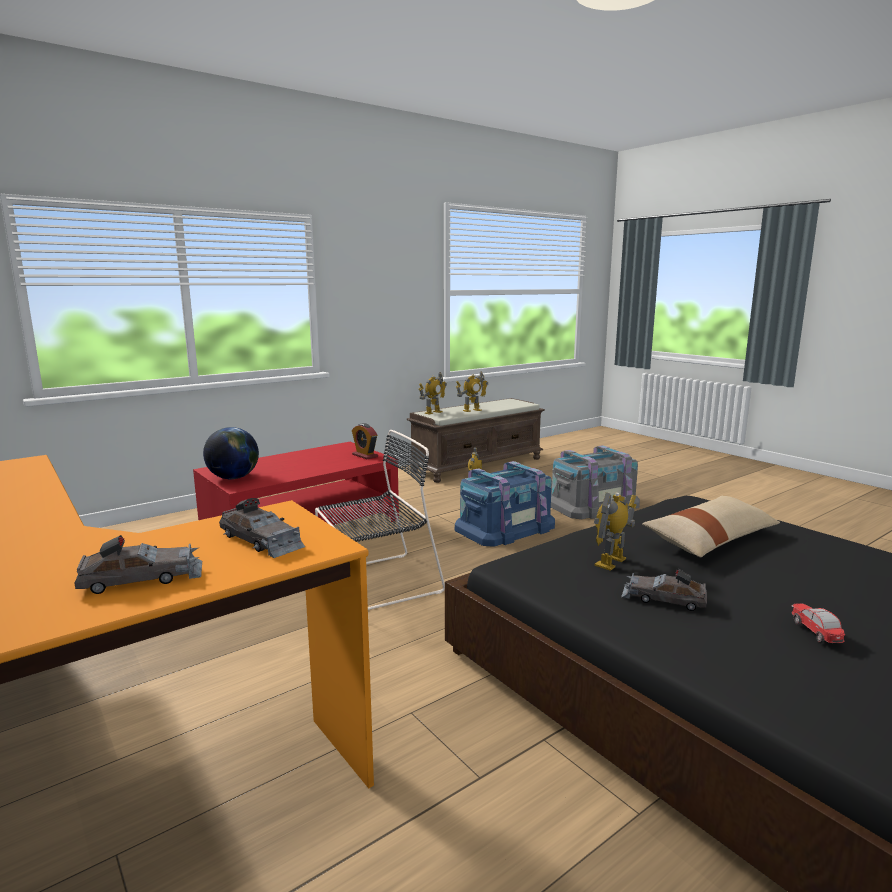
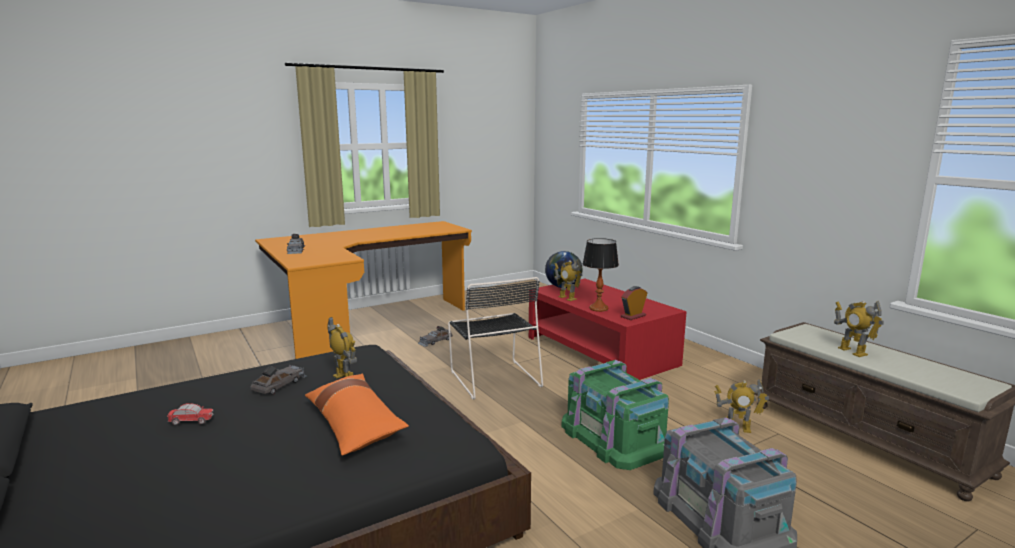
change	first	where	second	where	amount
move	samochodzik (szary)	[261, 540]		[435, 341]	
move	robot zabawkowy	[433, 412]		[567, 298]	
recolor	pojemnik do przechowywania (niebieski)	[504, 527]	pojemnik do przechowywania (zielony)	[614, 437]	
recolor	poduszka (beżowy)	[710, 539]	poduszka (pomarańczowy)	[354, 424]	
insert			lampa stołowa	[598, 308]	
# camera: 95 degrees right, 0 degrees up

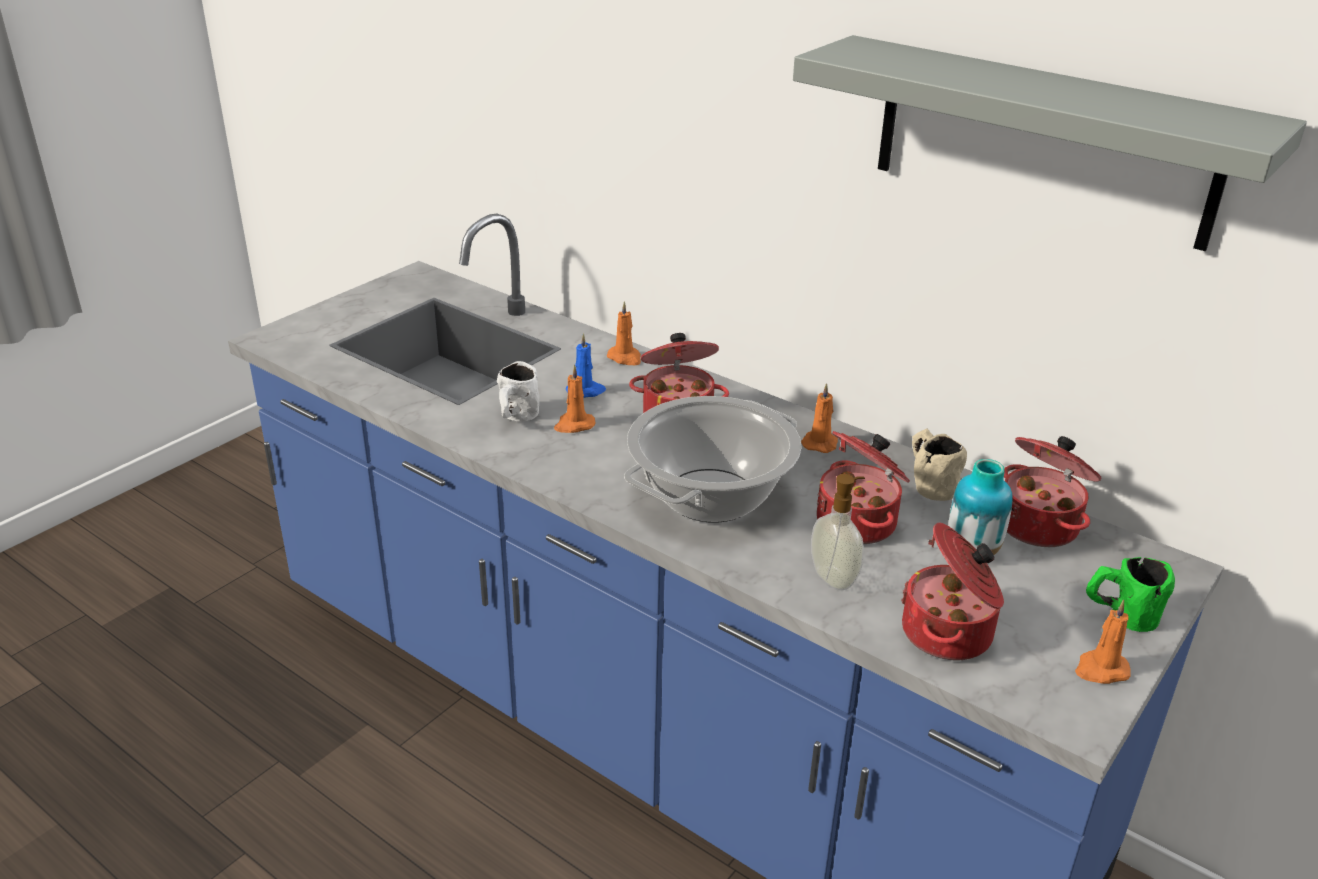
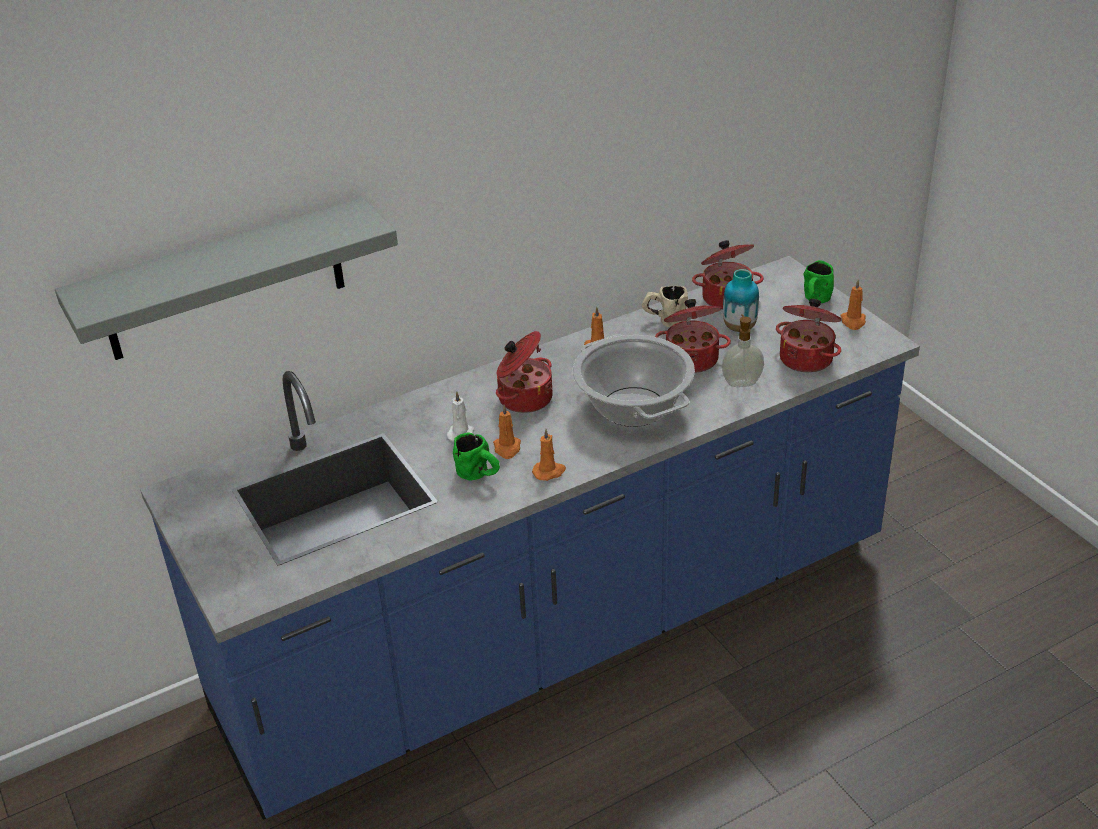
change	first	where	second	where	amount
recolor	kubek (biały)	[516, 419]	kubek (zielony)	[480, 475]	
recolor	świeca (niebieski)	[586, 391]	świeca (biały)	[461, 433]	
move	świeca (pomarańczowy)	[625, 358]		[549, 472]	
move	półka (szary)	[1043, 141]		[224, 281]	
# camera: 65 degrees left, 5 degrees up

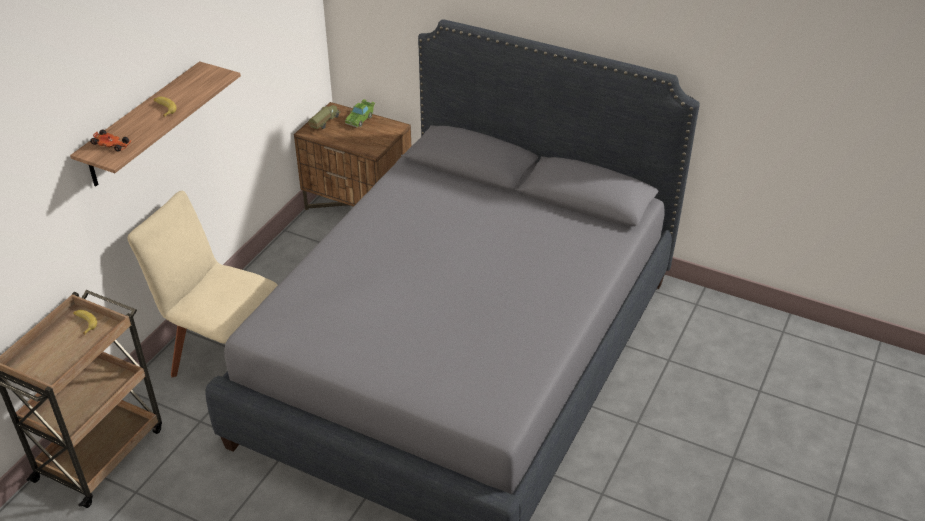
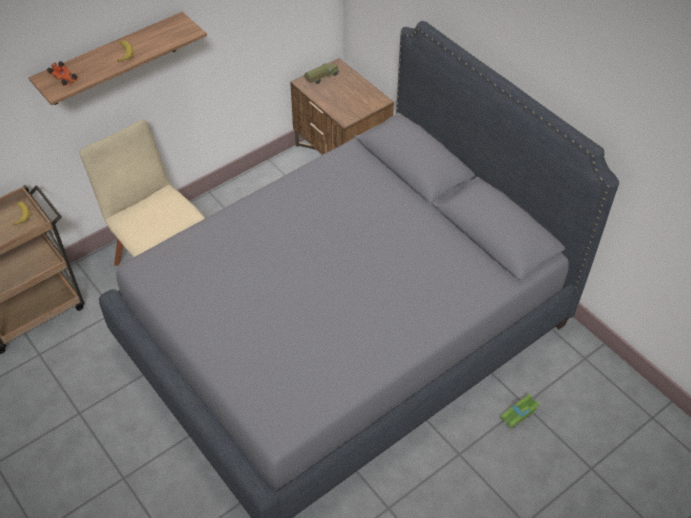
change	first	where	second	where	amount
move	samochodzik (zielony)	[360, 119]		[518, 415]	
# camera: 25 degrees right, 10 degrees up

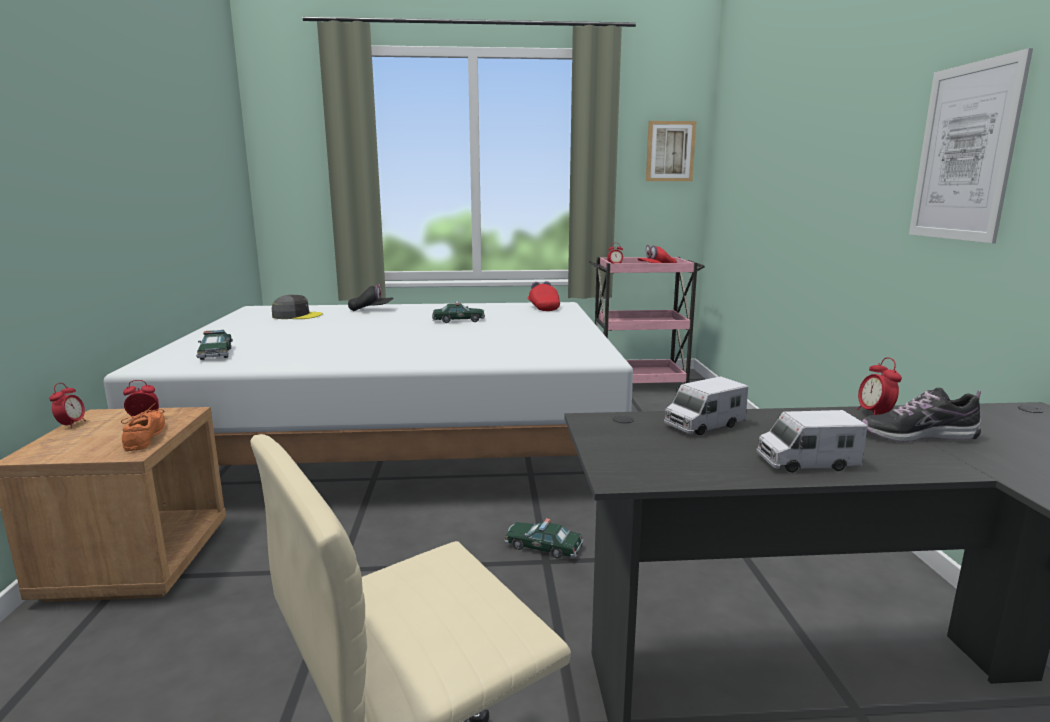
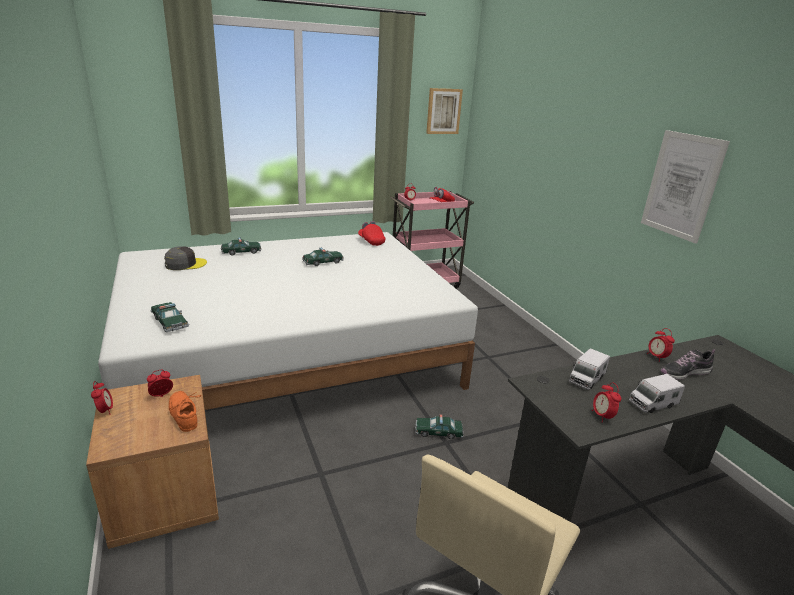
change	first	where	second	where	amount
replace	czapka z daszkiem (czarny)	[371, 310]	samochodzik	[241, 252]	
insert			budzik	[602, 416]	
# camera: 20 degrees left, 10 degrees up

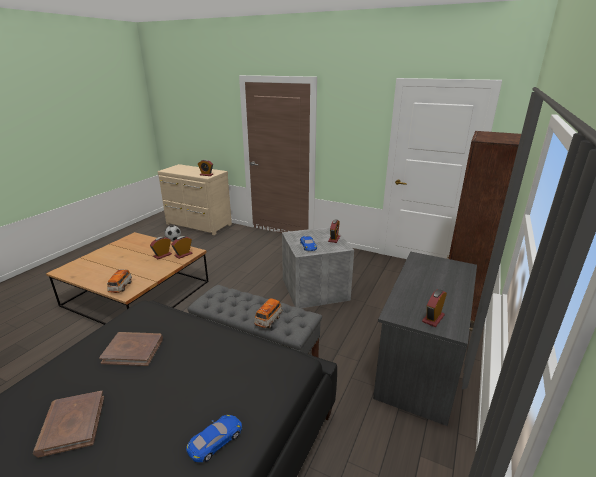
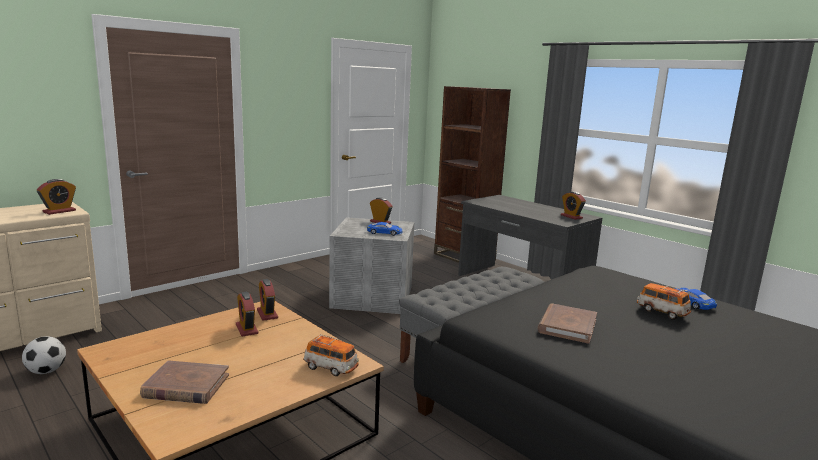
change	first	where	second	where	amount
move	książka (brązowy)	[72, 425]		[186, 386]	
move	samochodzik	[268, 320]		[662, 312]	
# camera: 70 degrees left, 10 degrees down

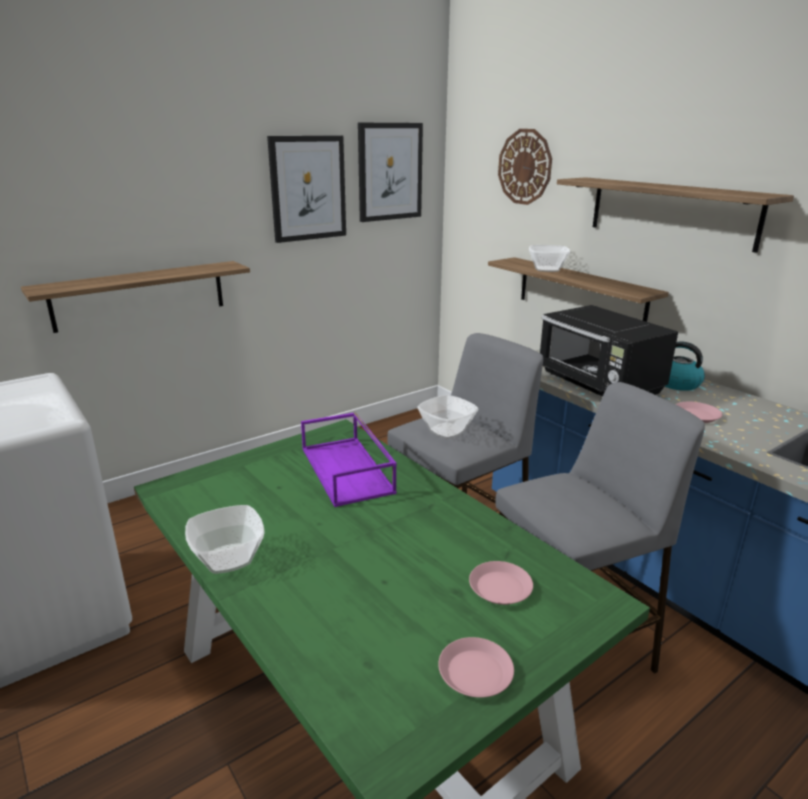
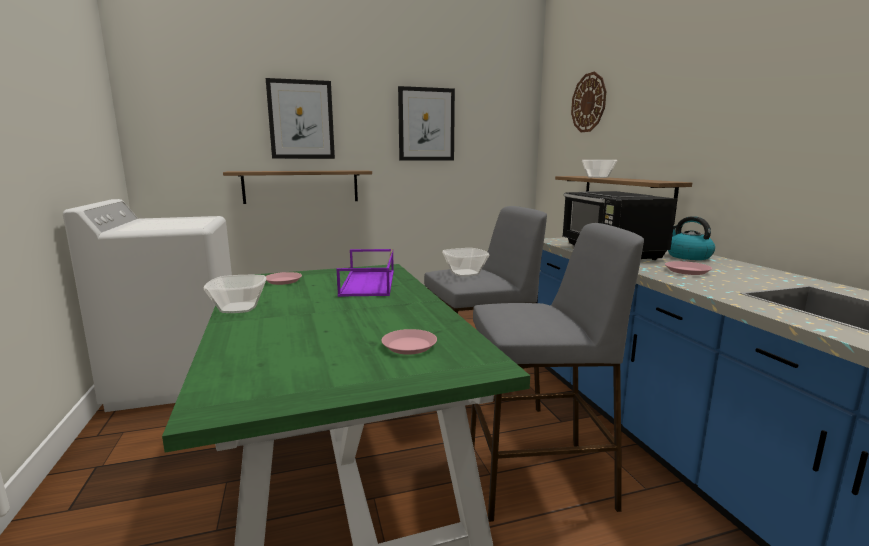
change	first	where	second	where	amount
move	obraz	[390, 172]		[301, 120]	
move	talerz (różowy)	[475, 673]		[283, 281]	
delete	półka	[671, 212]			
# camera: 20 degrees right, 10 degrees down

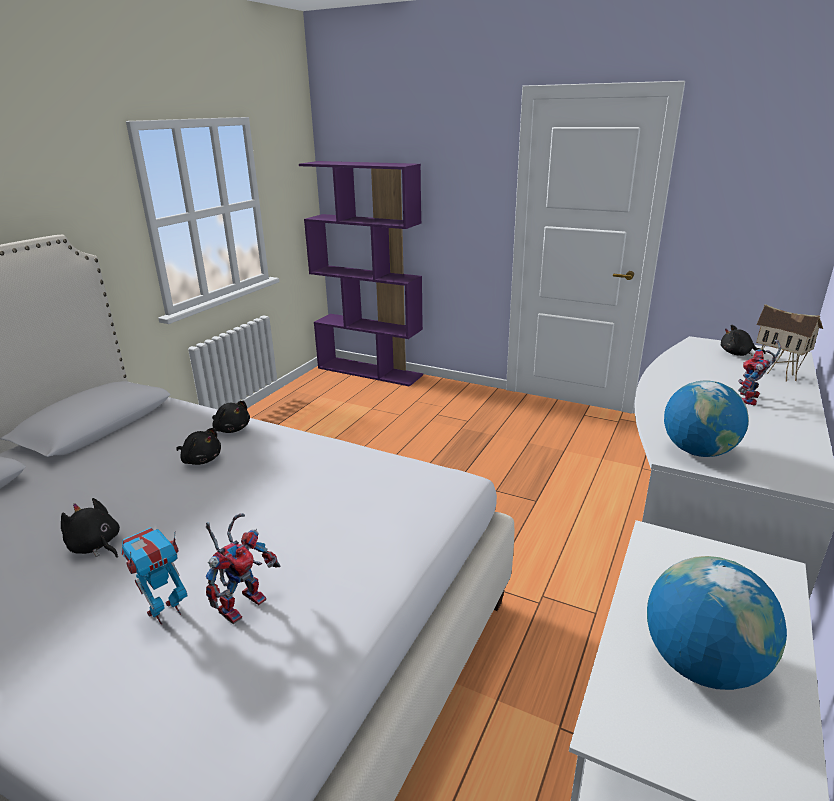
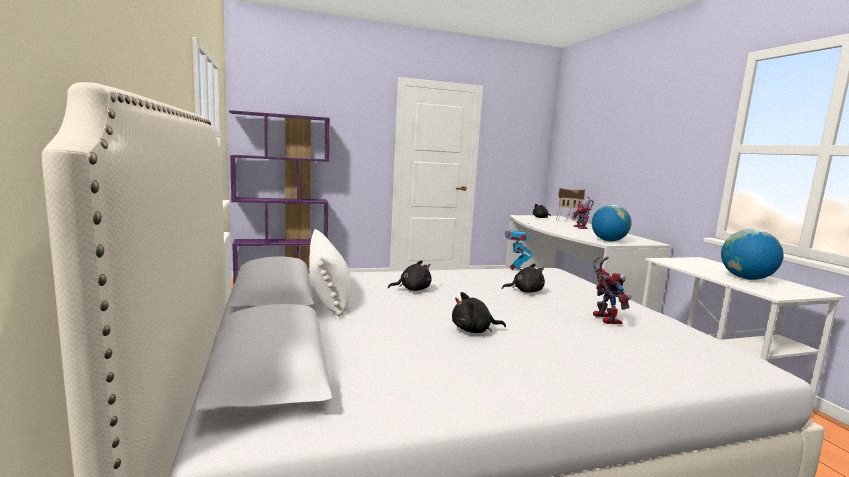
change	first	where	second	where	amount
move	robot zabawkowy	[165, 612]		[515, 268]	
move	pluszak (czarny)	[231, 429]		[525, 291]	
insert			poduszka (biały)	[328, 294]	
# camera: 45 degrees left, 15 degrees down

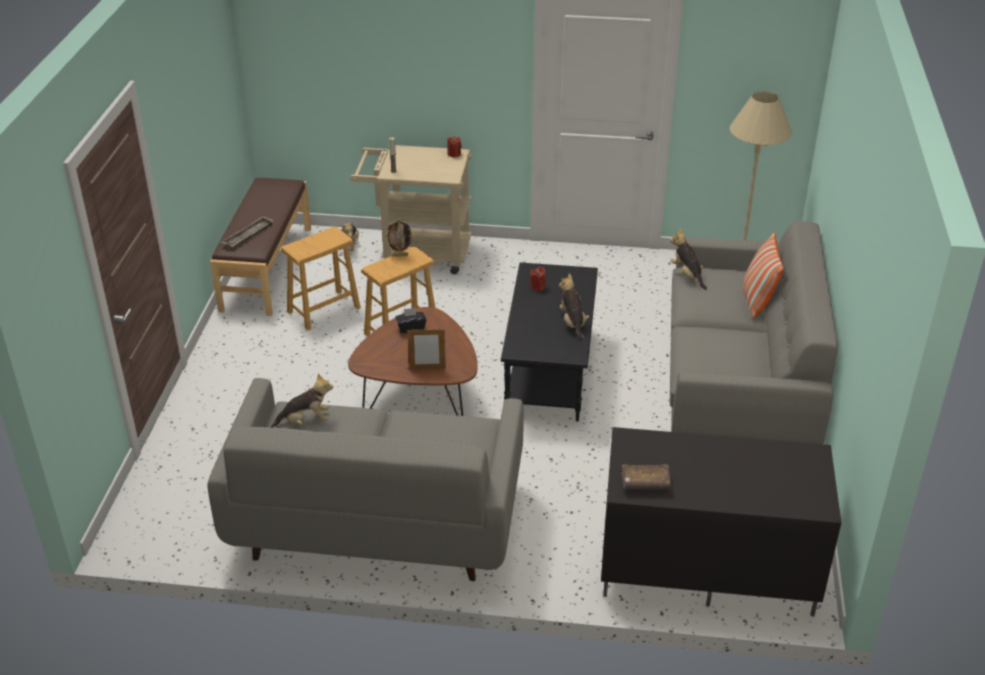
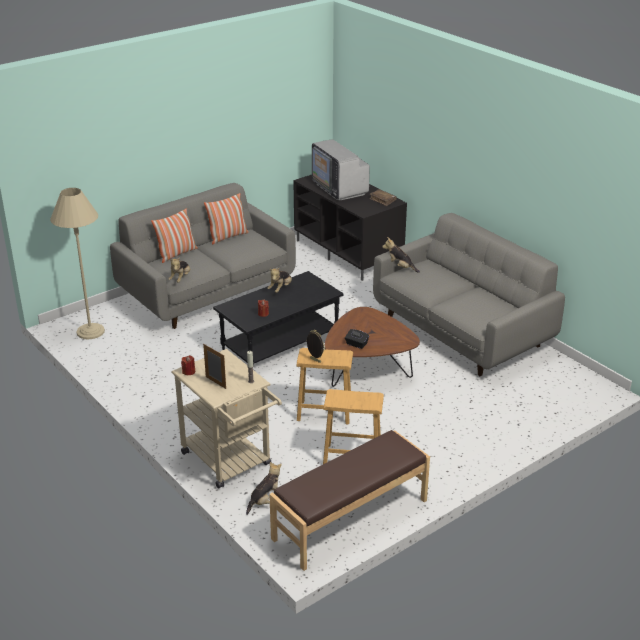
change	first	where	second	where	amount
delete	taca	[248, 235]			
move	pluszak	[305, 421]		[400, 267]	
move	ramka na zdjęcie	[427, 368]		[215, 383]	
insert			poduszka	[228, 237]	
insert			telewizor	[339, 189]	
# camera: 135 degrees left, 5 degrees down

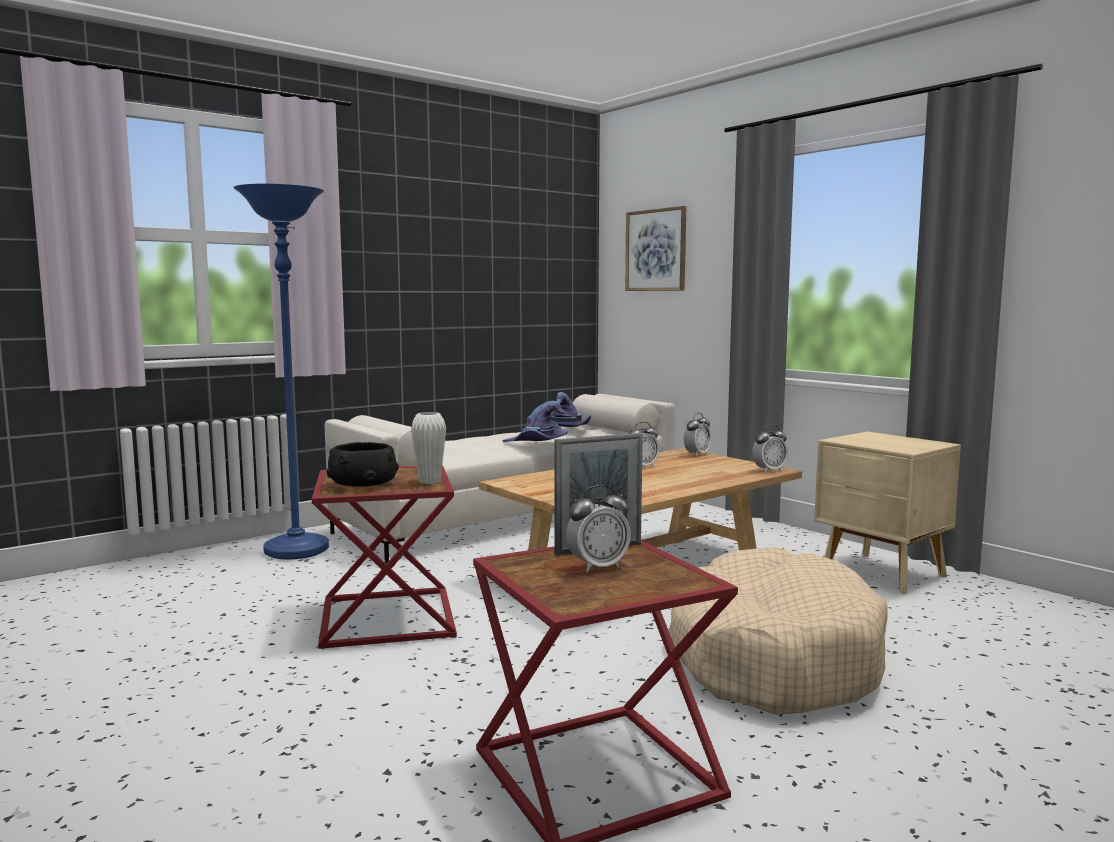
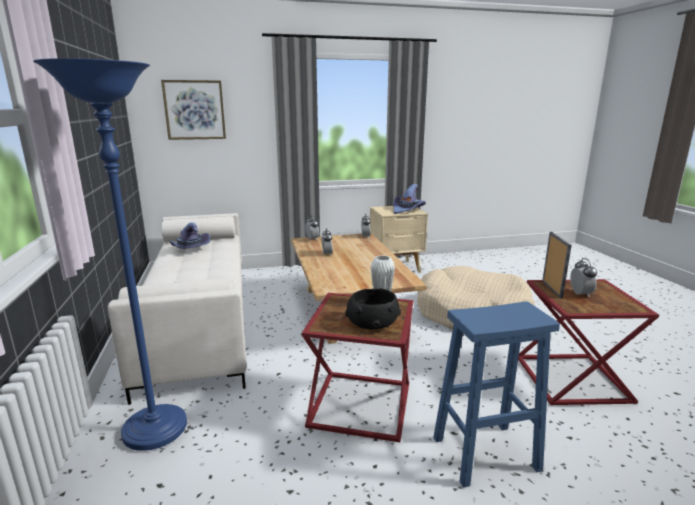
change	first	where	second	where	amount
move	kapelusz (fioletowy)	[537, 444]		[408, 210]	
insert			stołek (niebieski)	[484, 454]	
# camera: 65 degrees left, 10 degrees up

